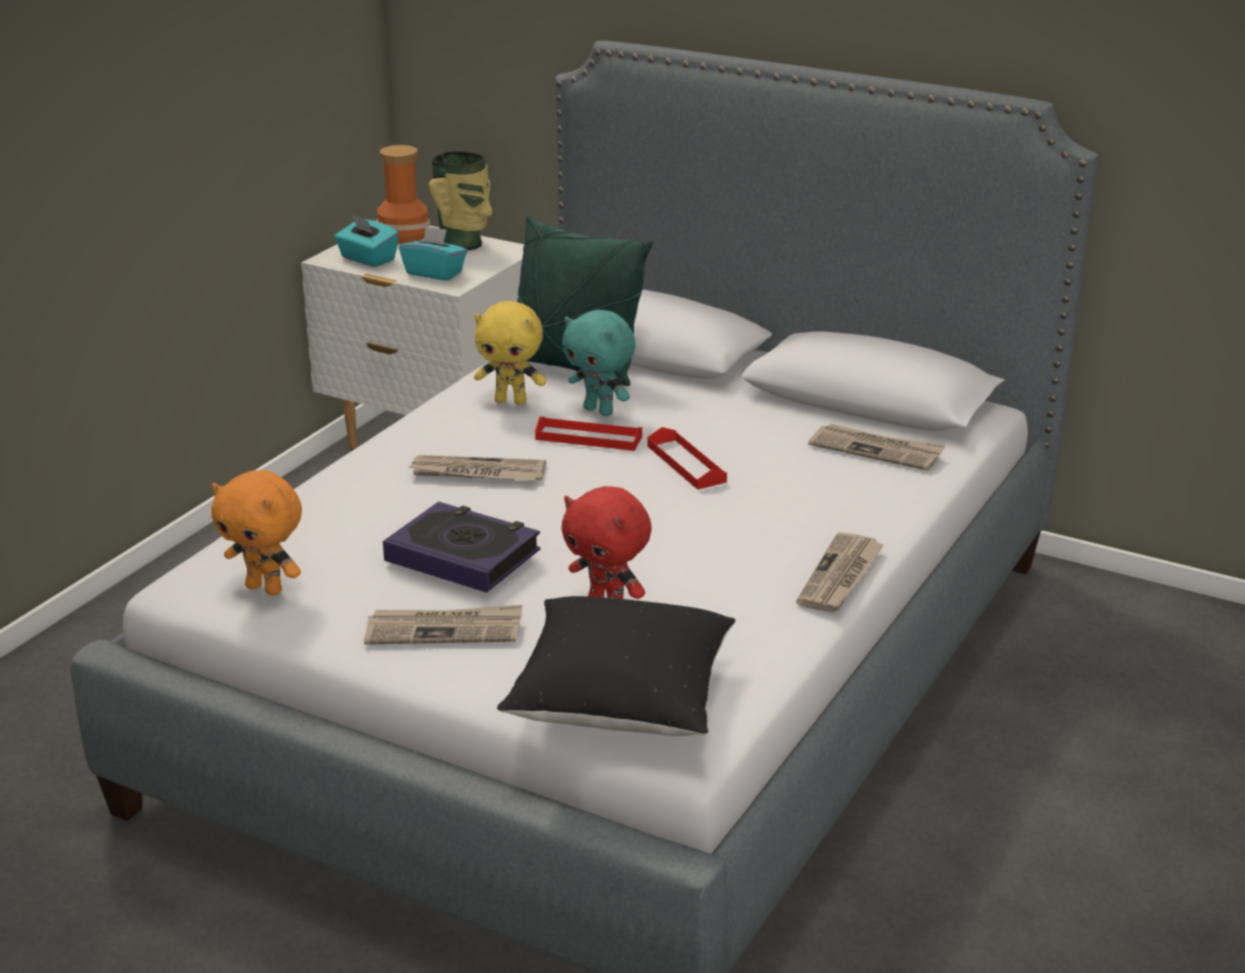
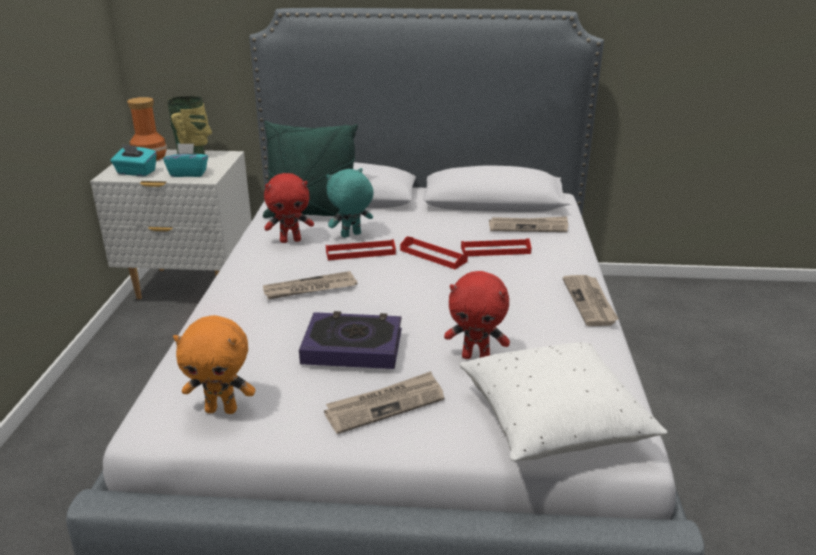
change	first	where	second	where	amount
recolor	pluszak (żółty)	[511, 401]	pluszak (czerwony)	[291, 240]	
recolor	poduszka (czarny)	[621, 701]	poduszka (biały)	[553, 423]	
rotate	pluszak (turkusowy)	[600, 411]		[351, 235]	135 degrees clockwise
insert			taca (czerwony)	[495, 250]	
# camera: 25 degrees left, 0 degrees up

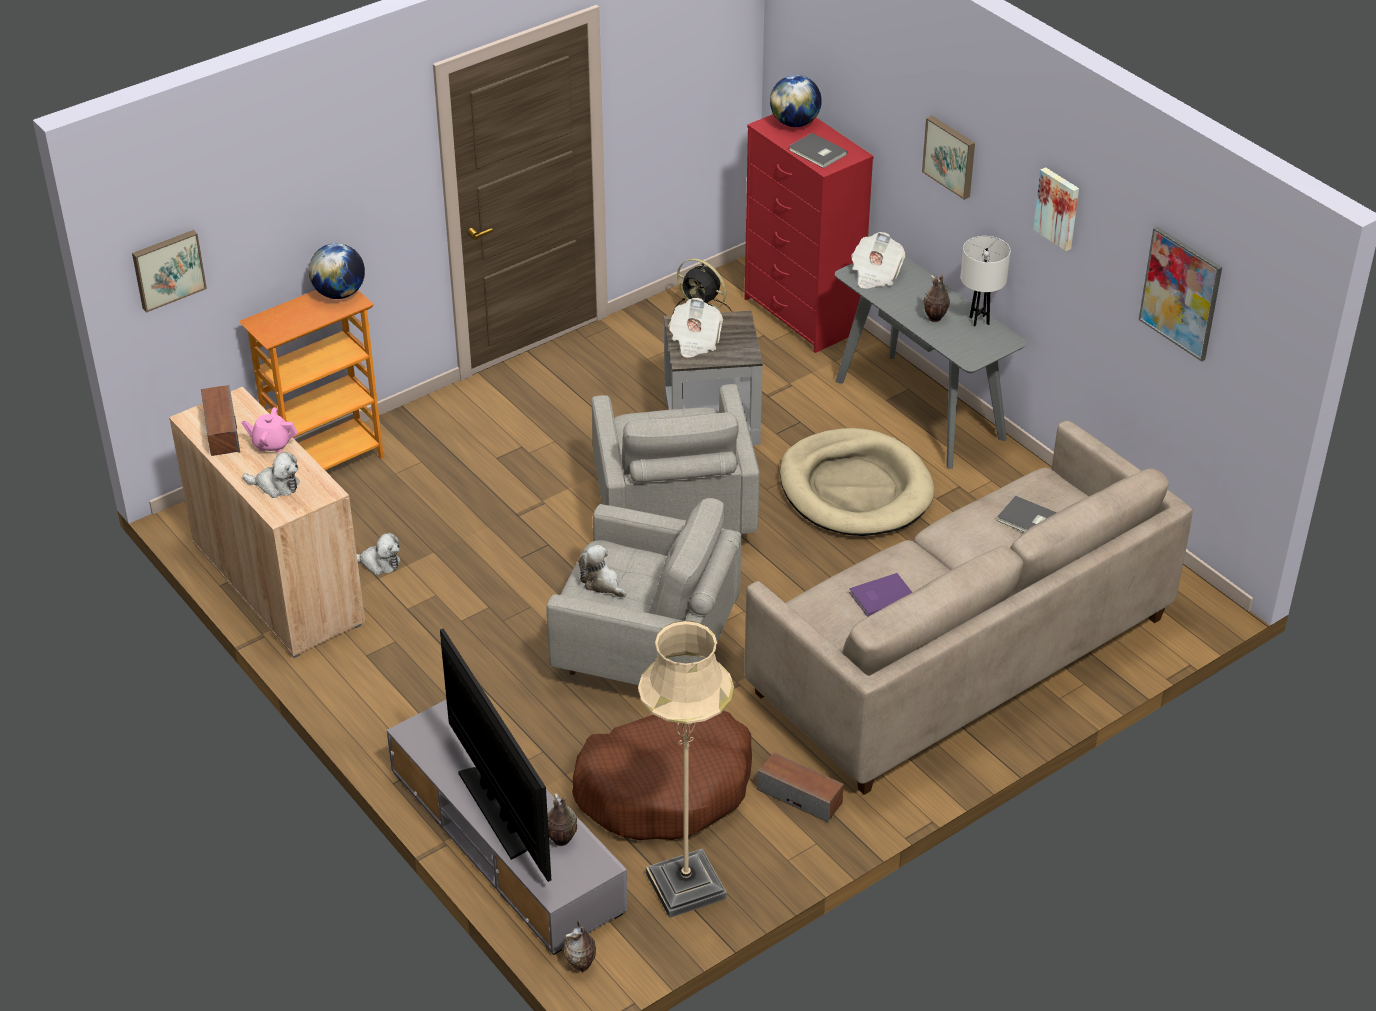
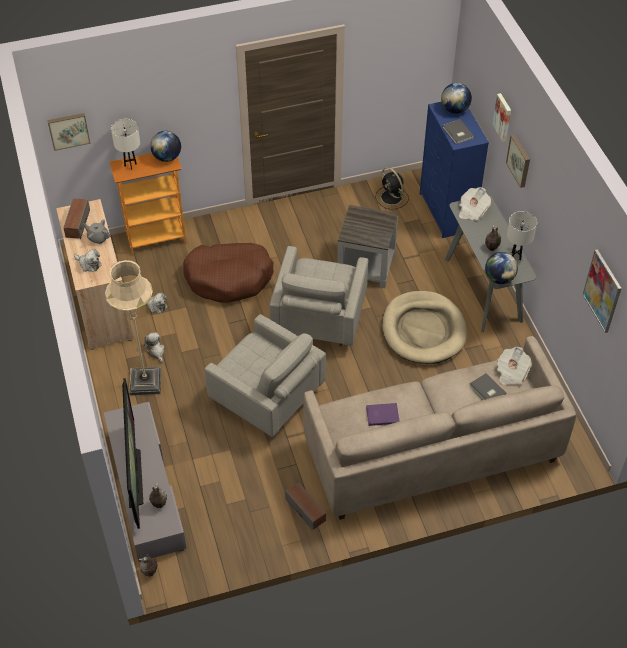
change	first	where	second	where	amount
recolor	imbryk (różowy)	[272, 444]	imbryk (szary)	[98, 238]	
move	legowisko (brązowy)	[665, 787]		[229, 278]	
move	pluszak	[602, 583]		[156, 351]	
move	lampa stojąca (beżowy)	[686, 886]		[145, 382]	
move	gazeta	[695, 341]		[511, 372]	
recolor	komoda (czerwony)	[803, 315]	komoda (niebieski)	[447, 212]	
move	obraz	[1058, 208]		[503, 117]	
insert			lampa stołowa (biały)	[130, 165]	
insert			globus	[499, 278]	
# camera: 20 degrees right, 10 degrees up

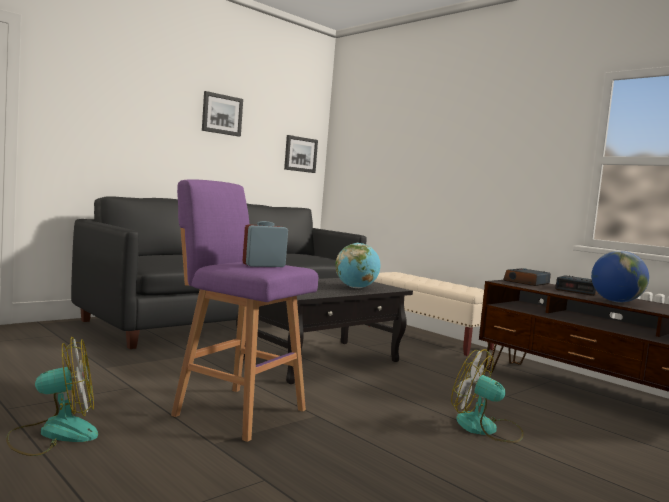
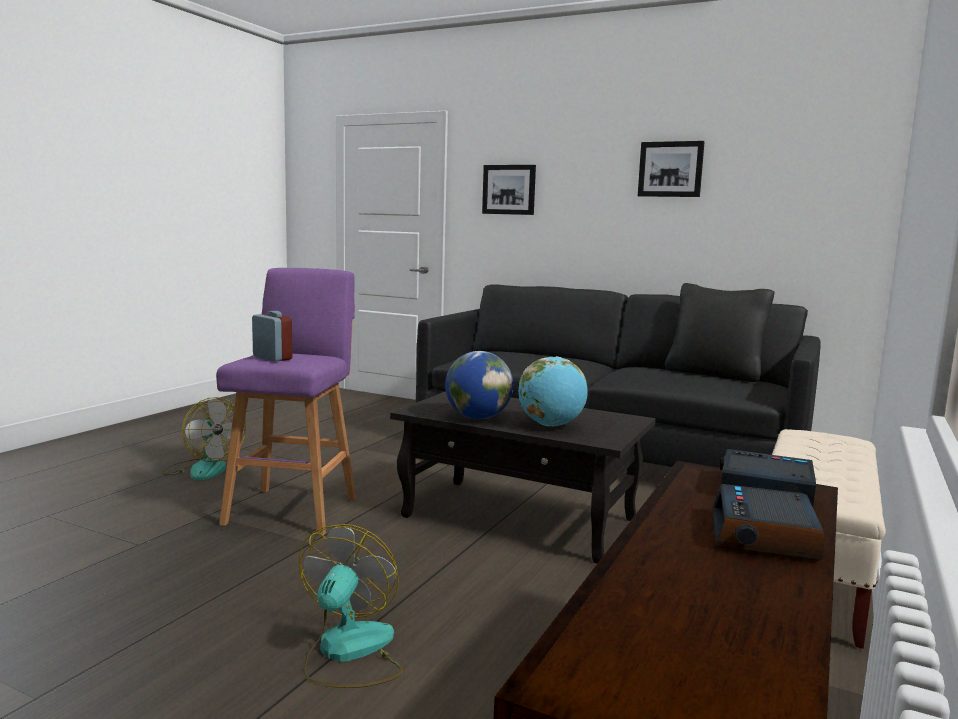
change	first	where	second	where	amount
move	obraz	[300, 154]		[509, 189]	
move	globus	[616, 301]		[478, 417]	
insert			poduszka (czarny)	[714, 374]	
# camera: 70 degrees right, 5 degrees up

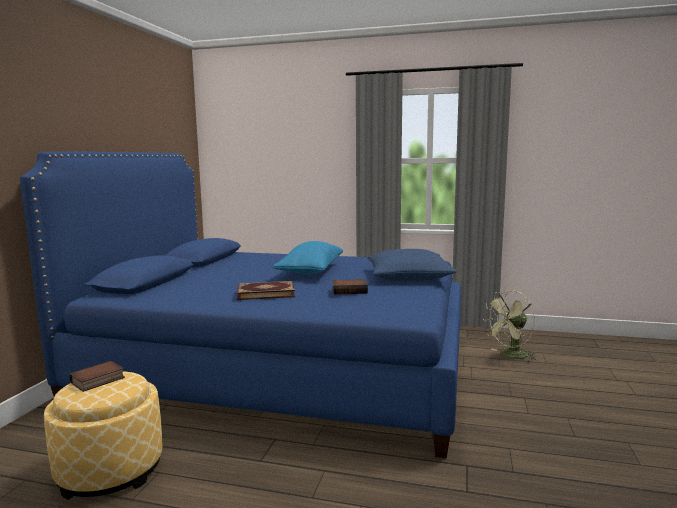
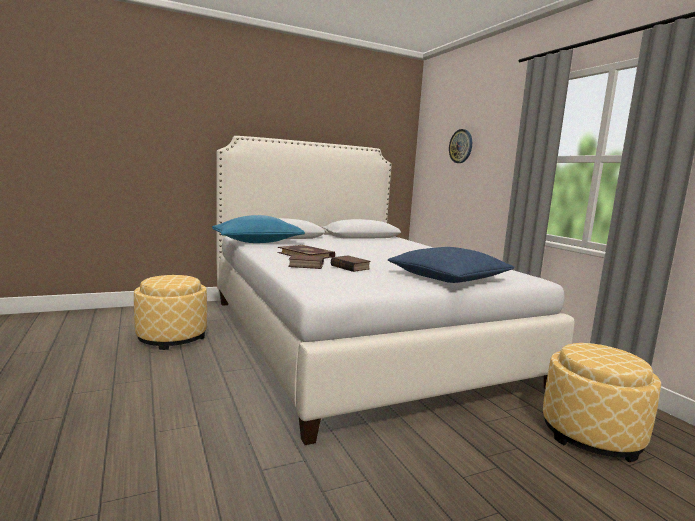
change	first	where	second	where	amount
recolor	łóżko (niebieski)	[282, 369]	łóżko (biały)	[354, 338]	
move	książka	[97, 381]		[305, 265]	
move	poduszka (niebieski)	[310, 271]		[258, 242]	
replace	wentylator (zielony)	[510, 356]	pufa	[591, 434]	
insert			zegar ścienny	[461, 146]	
# camera: 50 degrees right, 0 degrees up

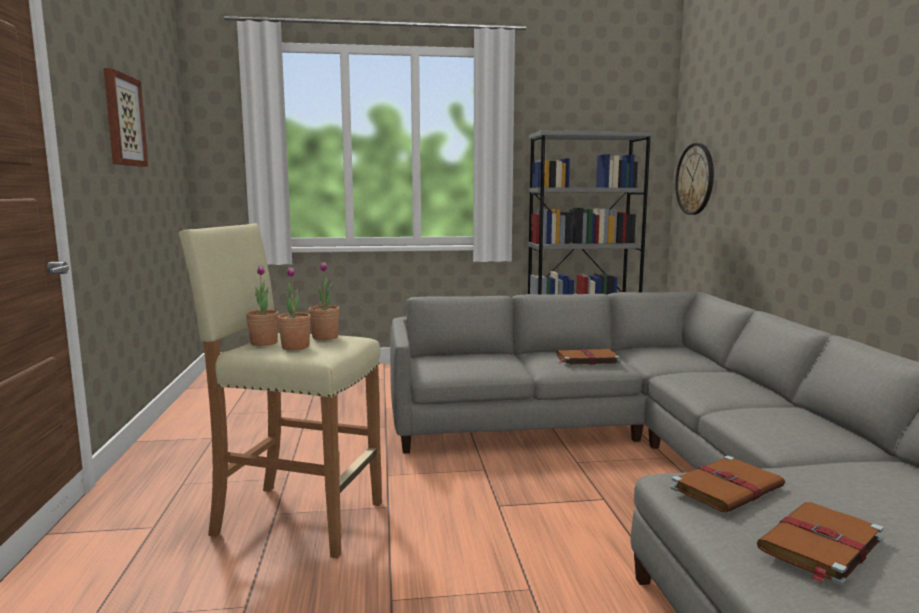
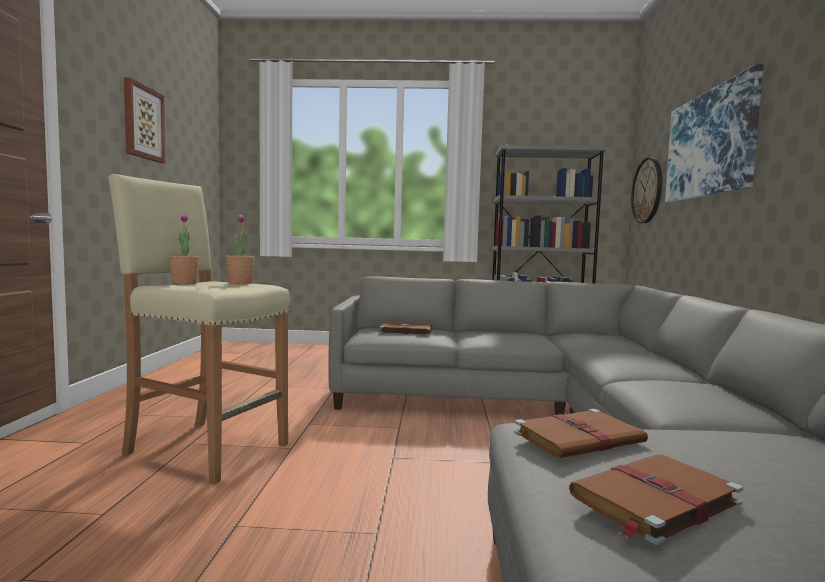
change	first	where	second	where	amount
delete	roślina doniczkowa	[295, 347]			
move	książka (brązowy)	[586, 359]		[405, 331]	
insert			obraz	[710, 144]	
# camera: 10 degrees right, 5 degrees down

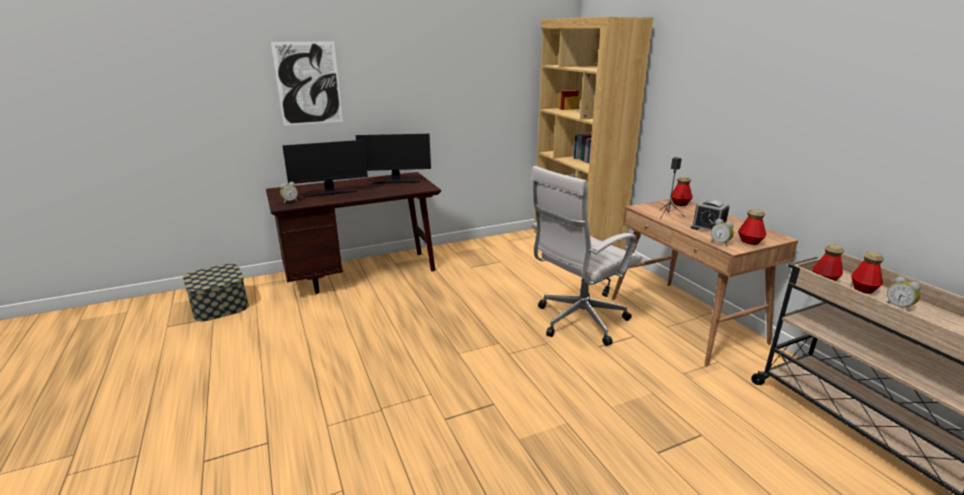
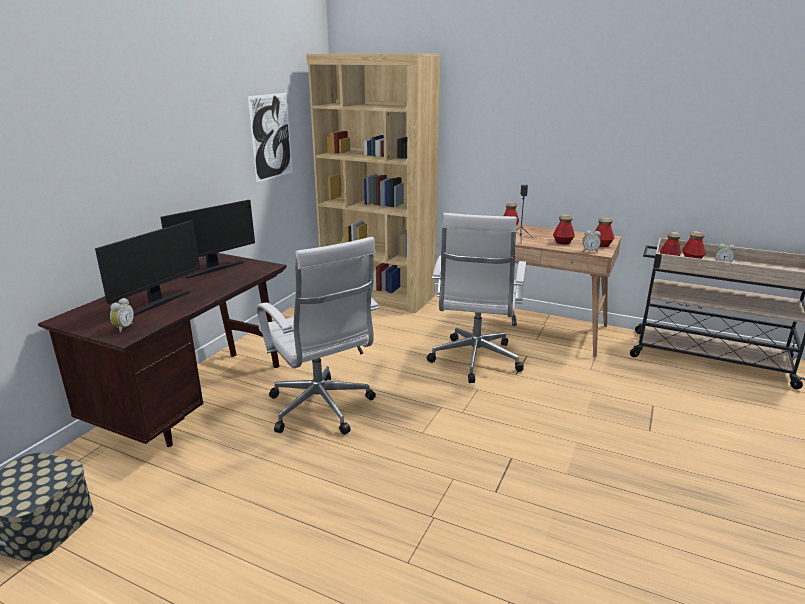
change	first	where	second	where	amount
move	obraz	[308, 83]		[271, 136]	
replace	budzik	[708, 228]	butelka	[563, 242]	
insert			krzesło biurowe (biały)	[322, 410]	
# camera: 40 degrees left, 0 degrees up

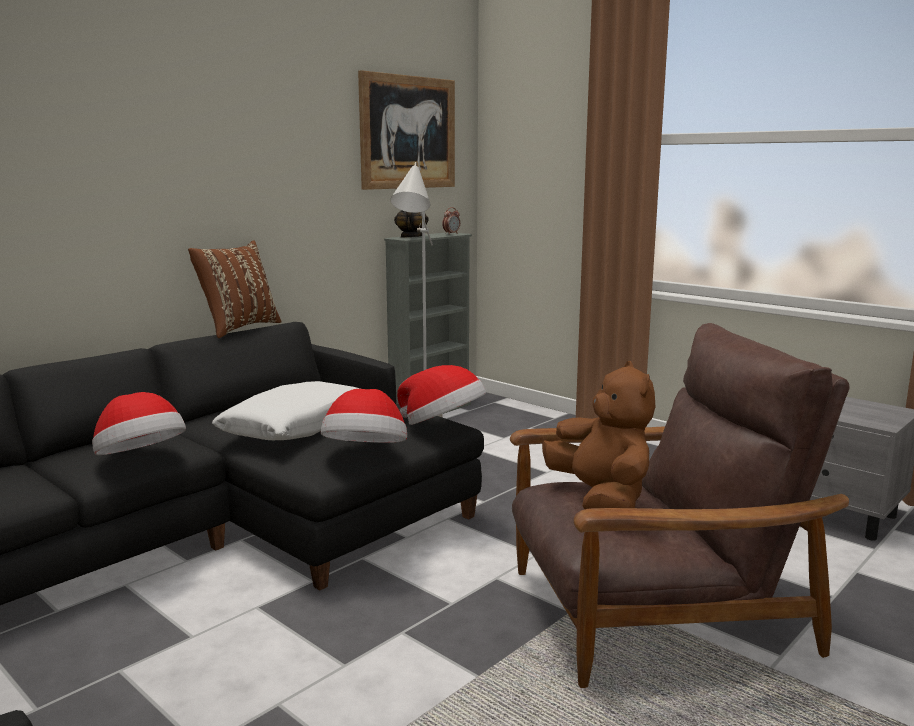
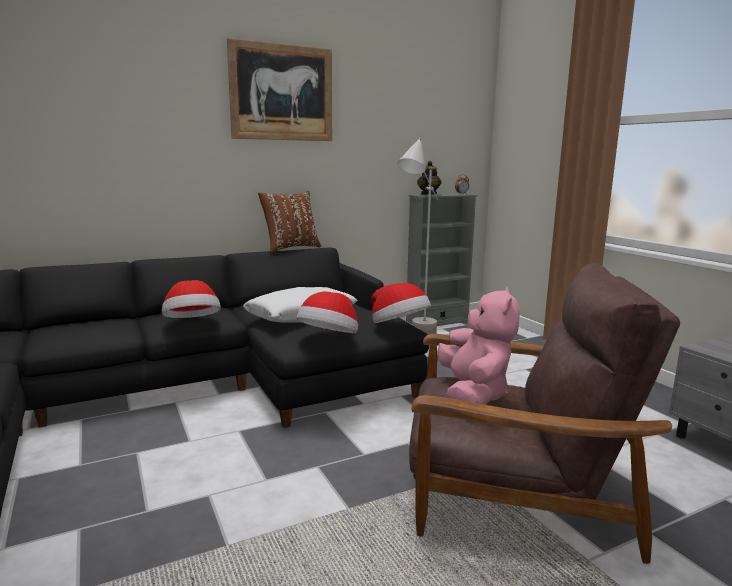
change	first	where	second	where	amount
move	obraz	[408, 132]		[282, 93]	
recolor	pluszak (brązowy)	[601, 501]	pluszak (różowy)	[473, 395]	
# camera: 20 degrees right, 0 degrees up

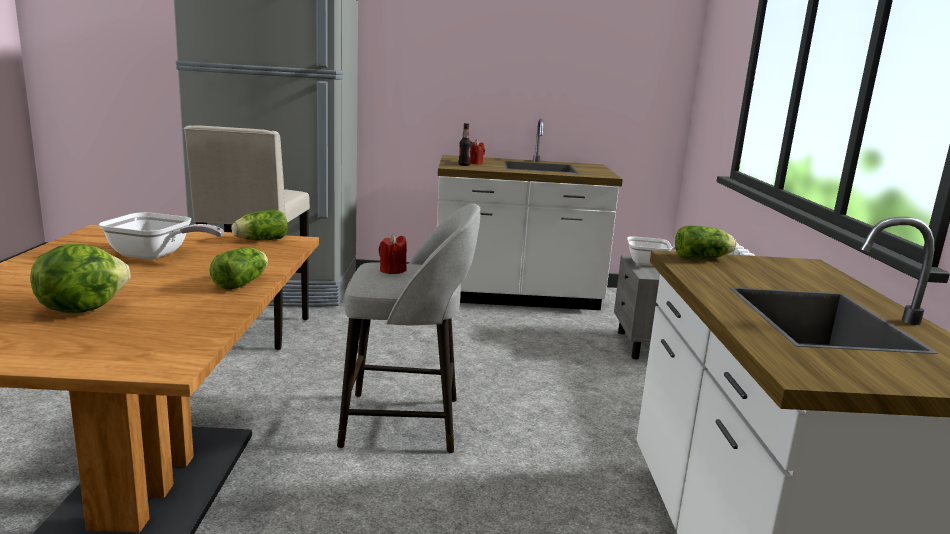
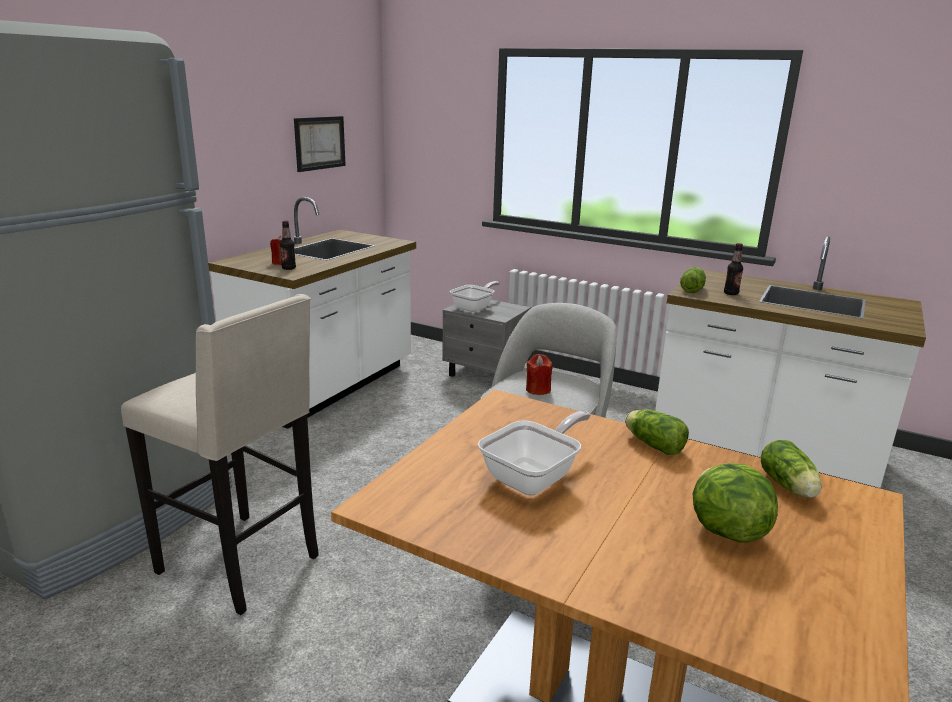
change	first	where	second	where	amount
move	sałata	[259, 240]		[789, 487]	
insert			obraz	[320, 143]	
insert			butelka	[731, 293]	
# camera: 60 degrees left, 5 degrees up

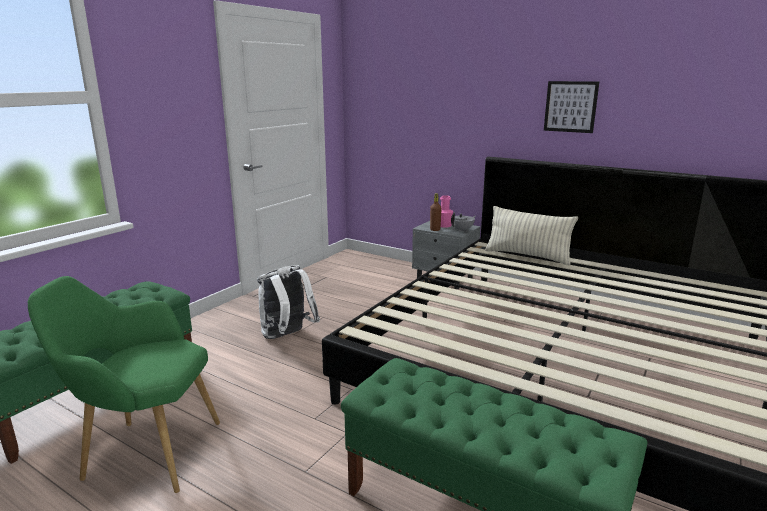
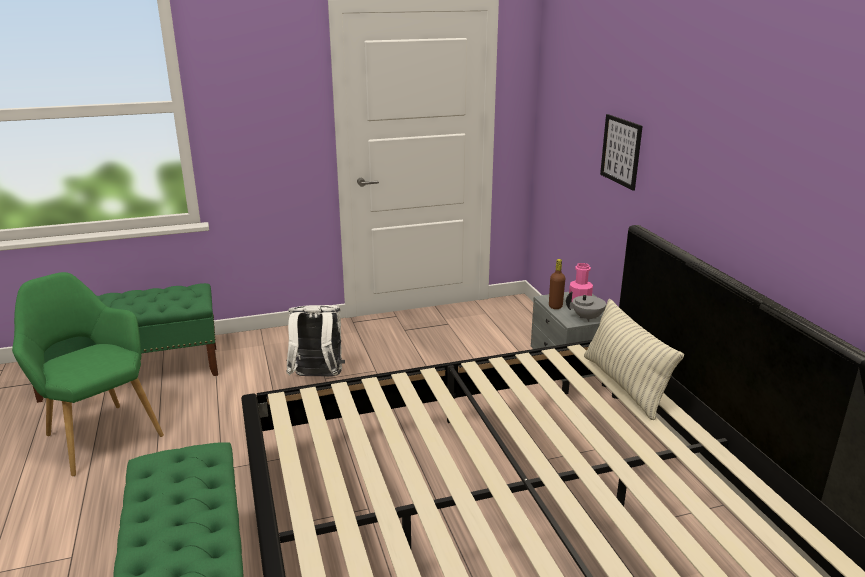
change	first	where	second	where	amount
move	obraz	[570, 106]		[621, 151]	
# camera: 40 degrees right, 5 degrees up

